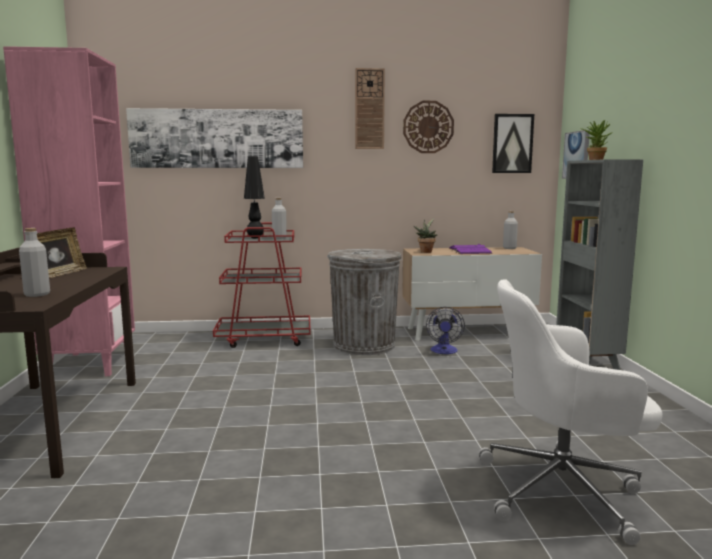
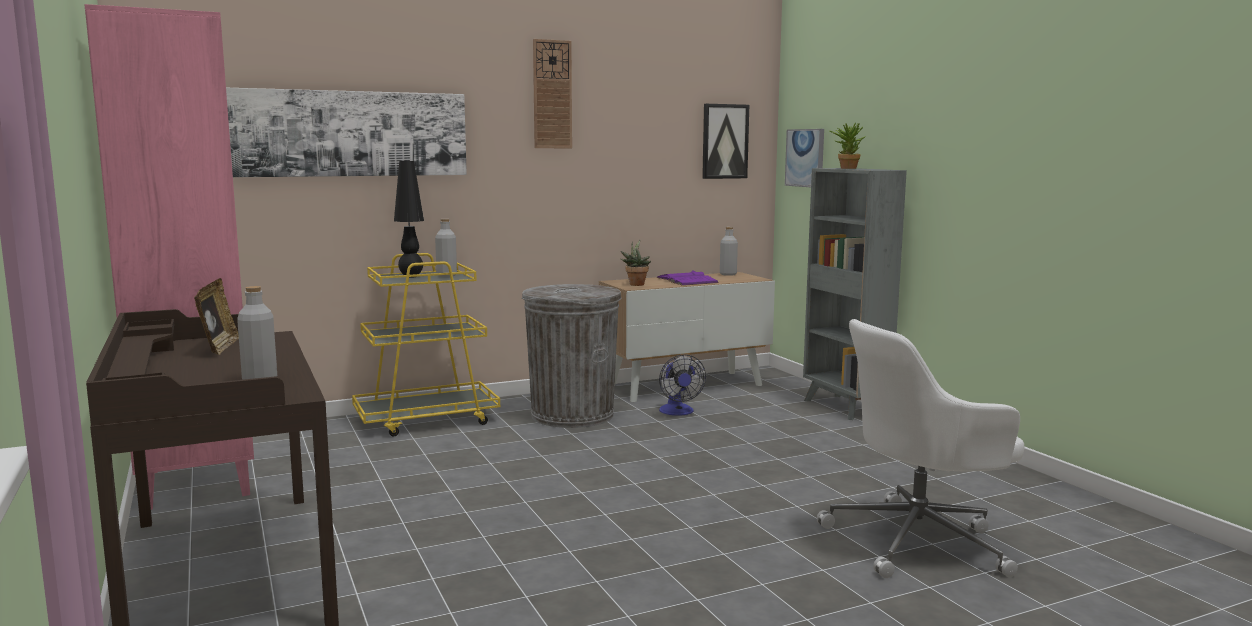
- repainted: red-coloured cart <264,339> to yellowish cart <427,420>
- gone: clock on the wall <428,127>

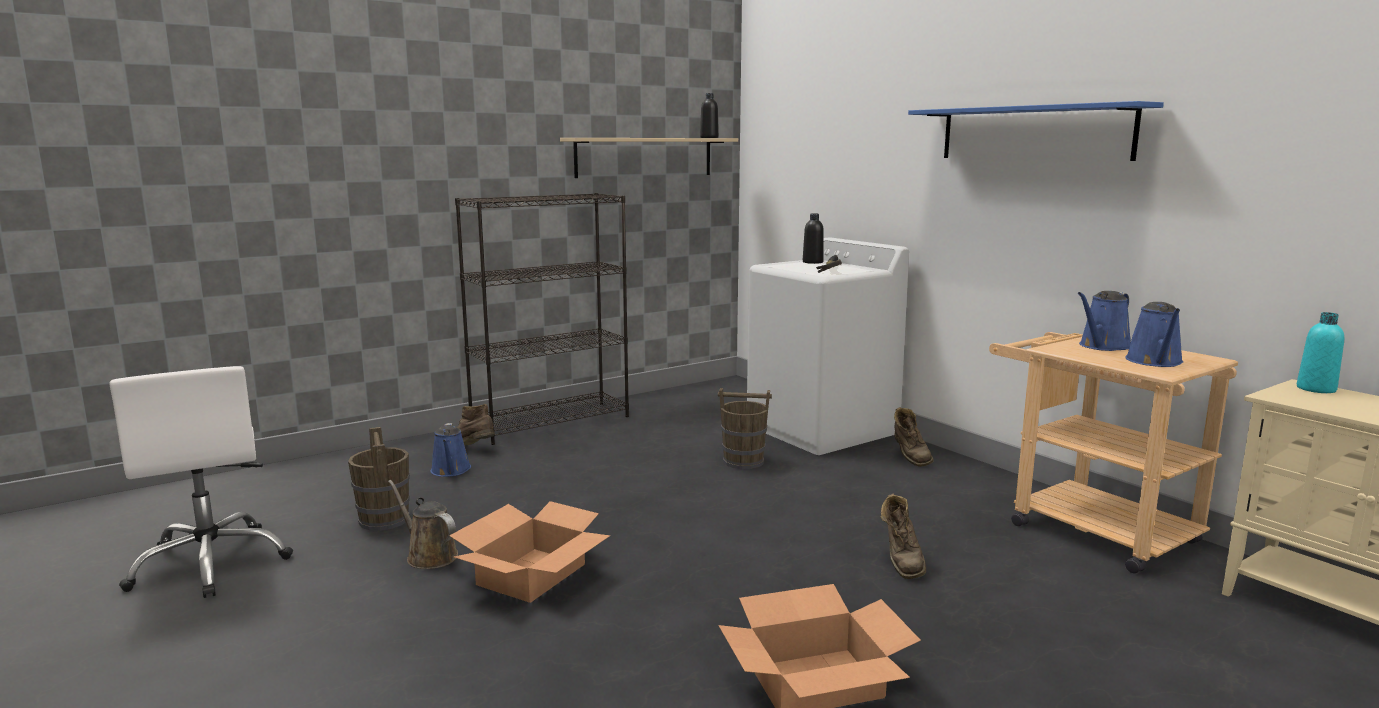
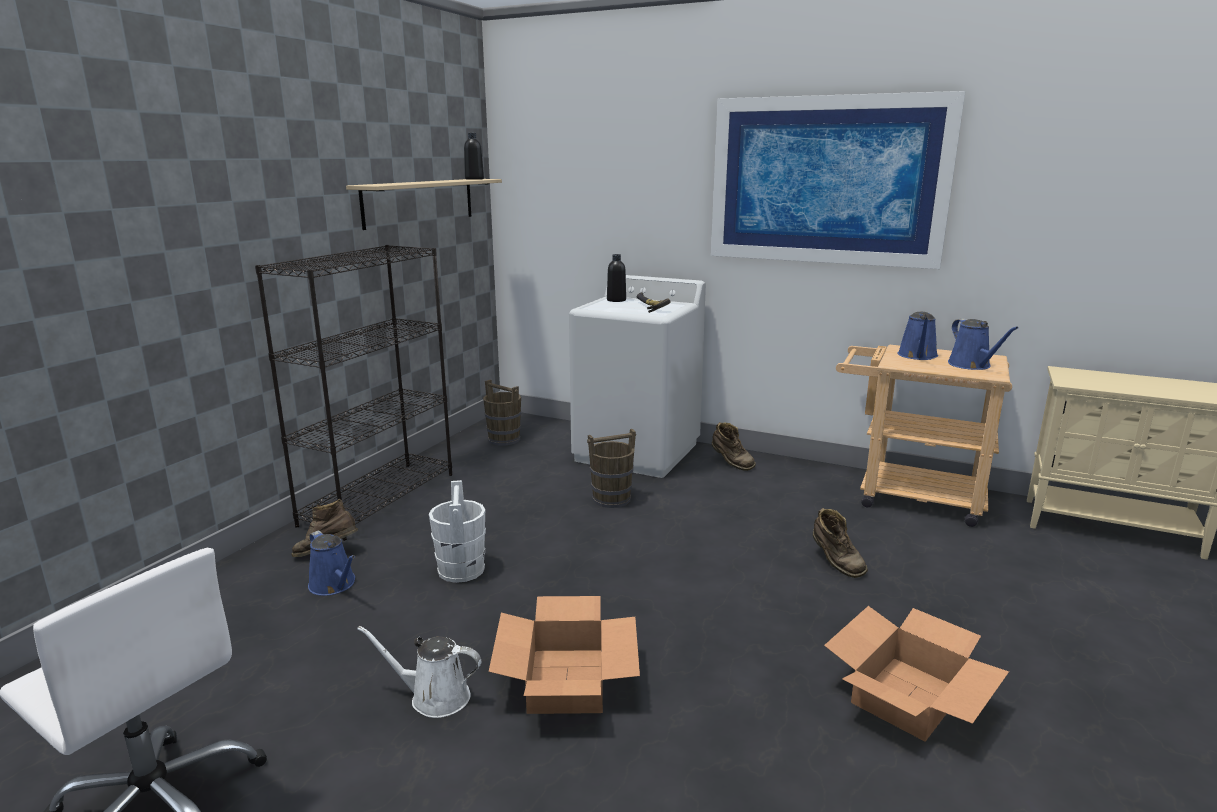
- shifted: brown-coloured bucket <384,520> to <504,439>
- repainted: brown-coloured watering pot <429,556> to white-coloured watering pot <434,697>
- swapped: blue-coloured bracket shelf <1033,133> to wall picture <827,181>
- gone: turquoise-coloured bottle <1316,389>
- new: white-coloured bucket <461,569>

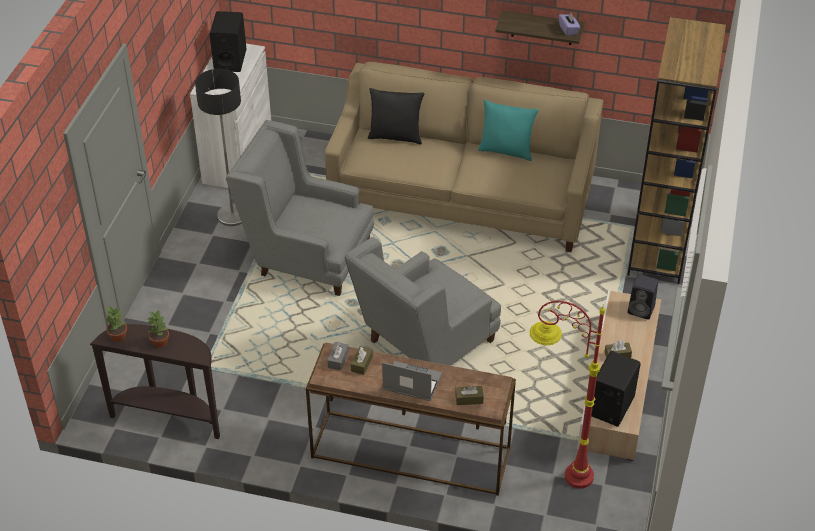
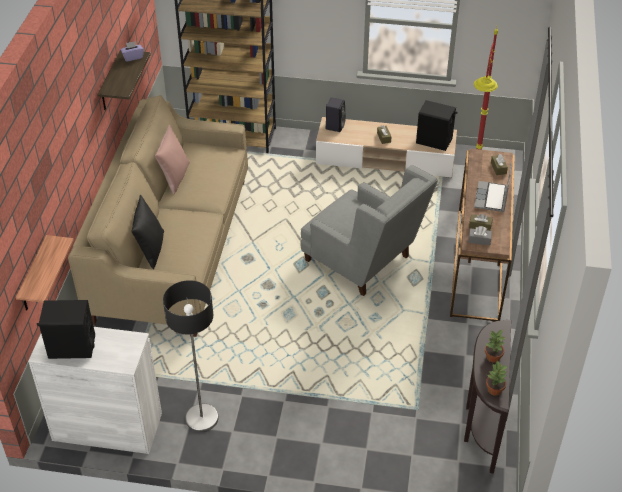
- gone: grey armchair <306,256>
- repainted: turquoise-coloured pillow <506,151> to pink pillow <174,177>
- new: bracket shelf <34,276>

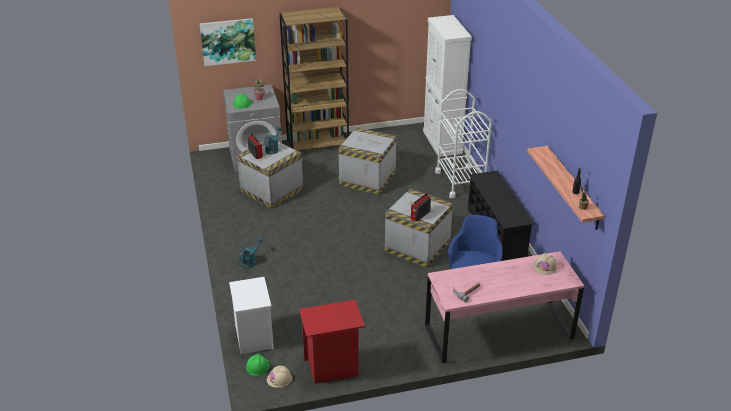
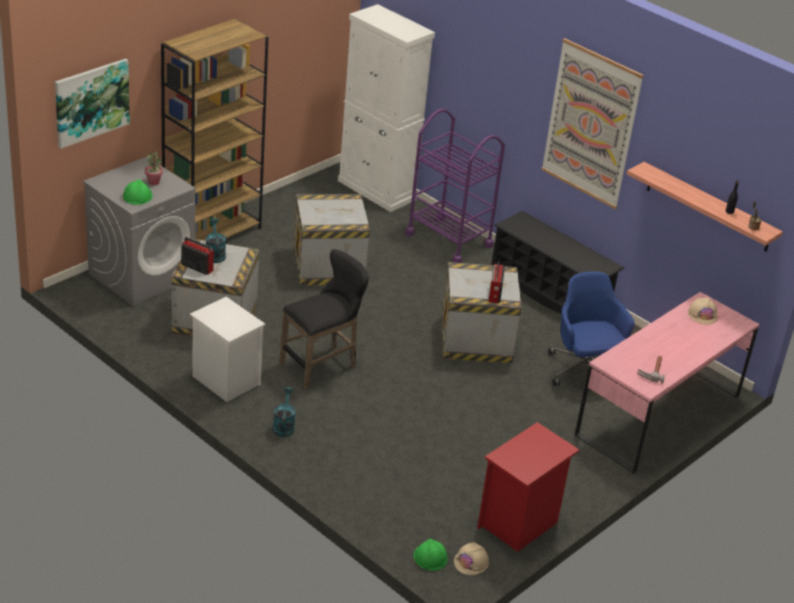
- shifted: white-coloured night table <253,337> to <224,380>
- repainted: white-coloured cart <460,182> to purple cart <449,240>
- new: black stool seat <322,365>
- new: wall picture <591,124>

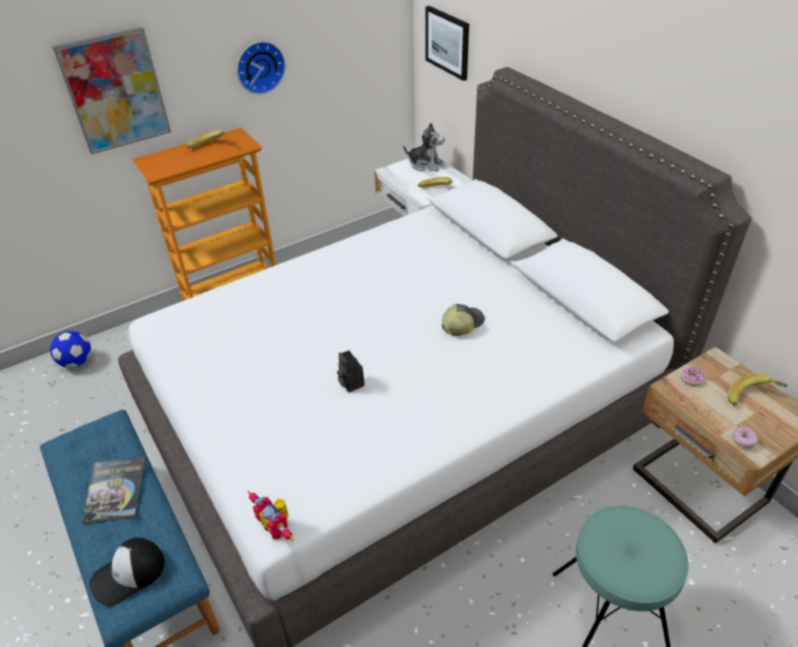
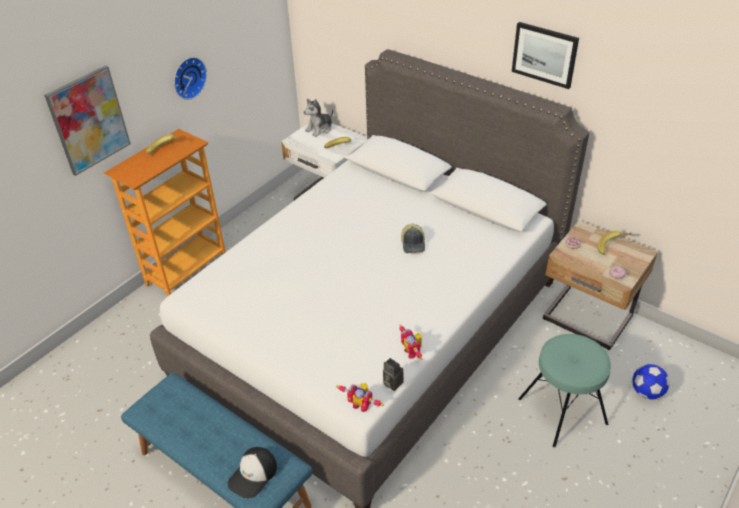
- shifted: ball for football <76,362> to <646,392>
- gone: book <114,490>
- shifted: photo camera <350,383> to <391,383>
- rotated: cuddly toy <425,165> = <320,129> 135 degrees clockwise
- shifted: wall picture <448,42> to <545,54>
- rotated: baseball cap <462,324> = <413,244> 150 degrees clockwise
- new: robot figure <412,352>

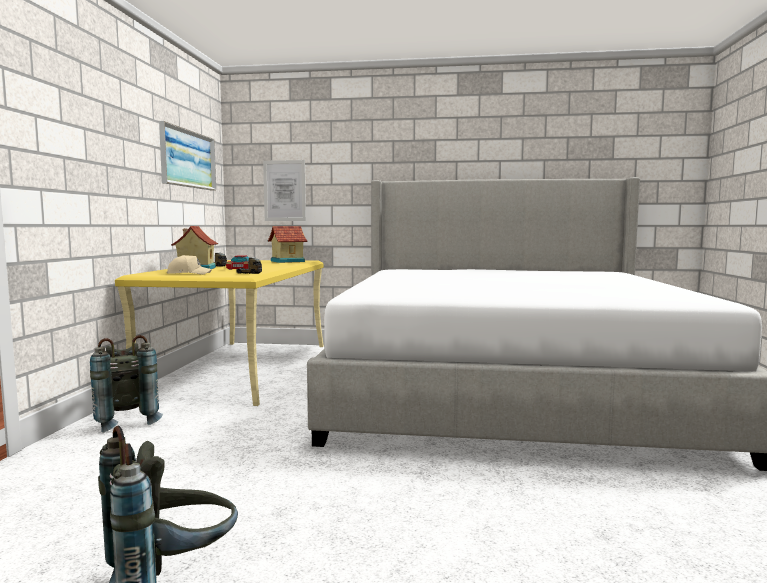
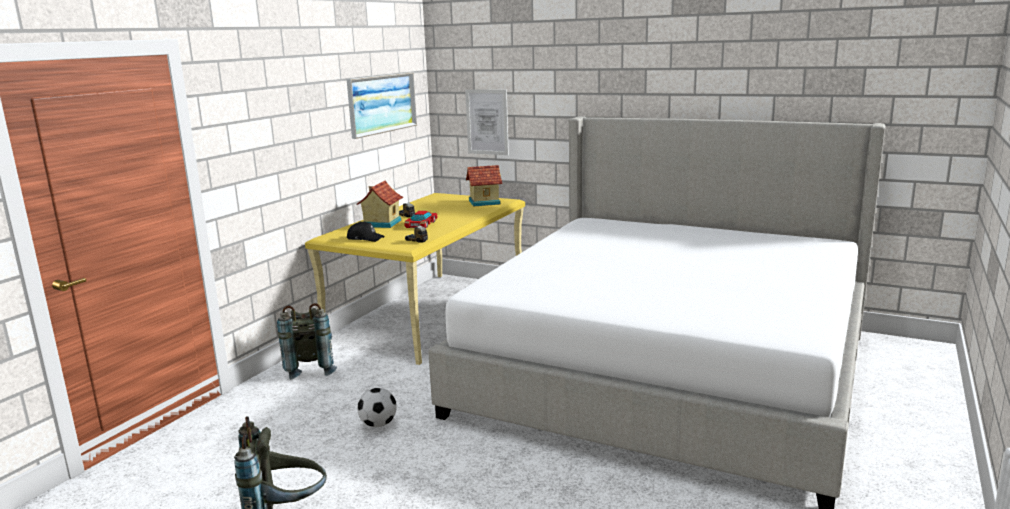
- repainted: beige-coloured baseball cap <189,273> to black baseball cap <365,238>
- new: ball for football <378,424>

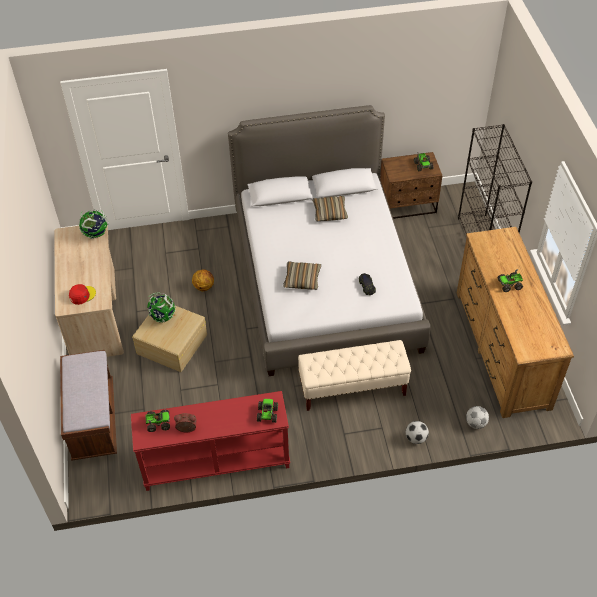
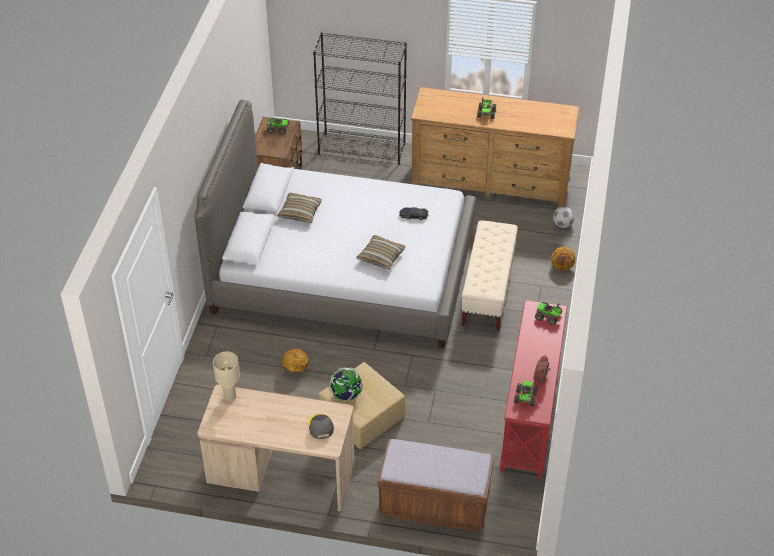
- repainted: red-coloured baseball cap <82,295> to grey baseball cap <320,427>
- swapped: globe <96,234> to beige-coloured lamp for a table <230,397>
- swapped: ball for football <416,438> to ball for basketball <562,267>

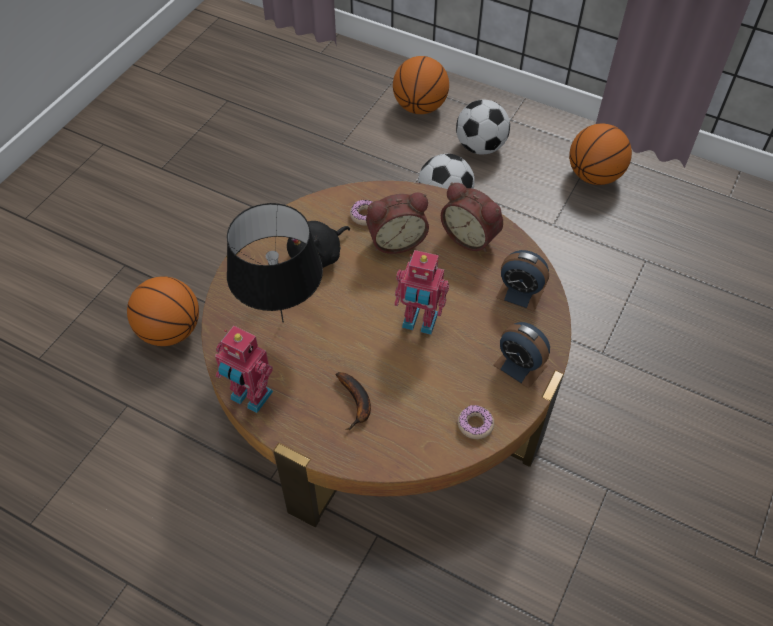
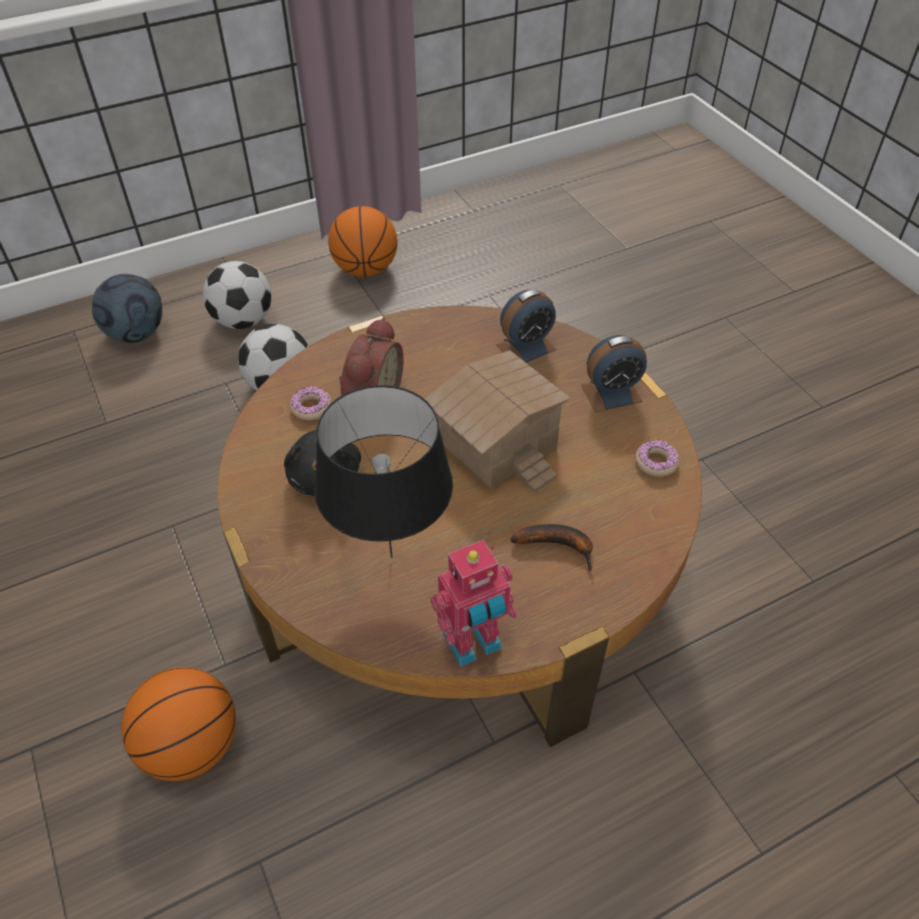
- swapped: ball for basketball <420,107> to ball for football <137,334>
- swapped: robot figure <419,322> to toy house <496,439>
- gone: table clock <471,236>

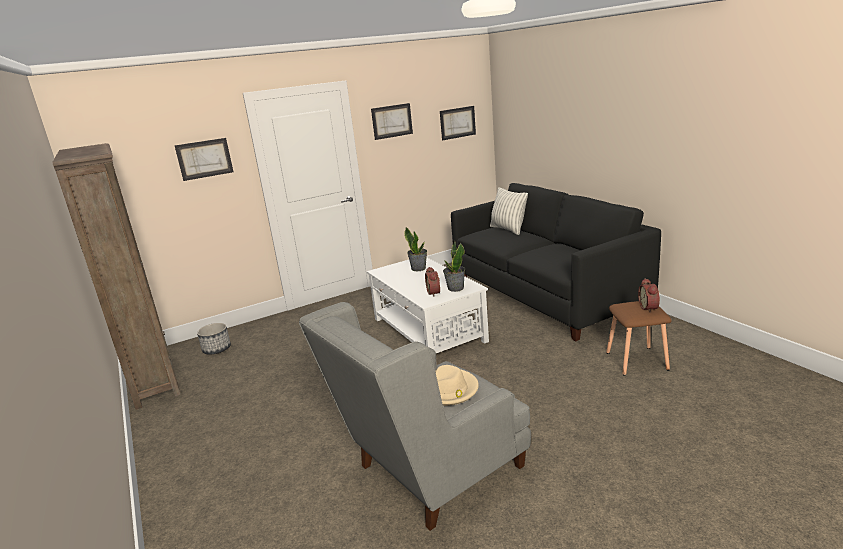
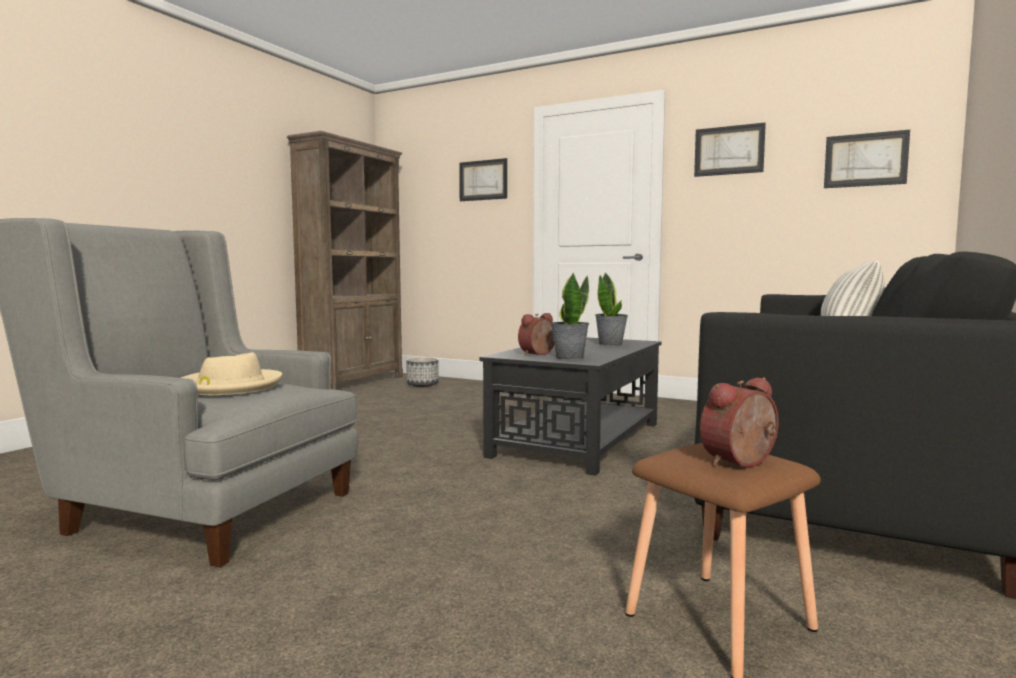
- repainted: white-coloured coffee table <428,330> to black coffee table <577,439>

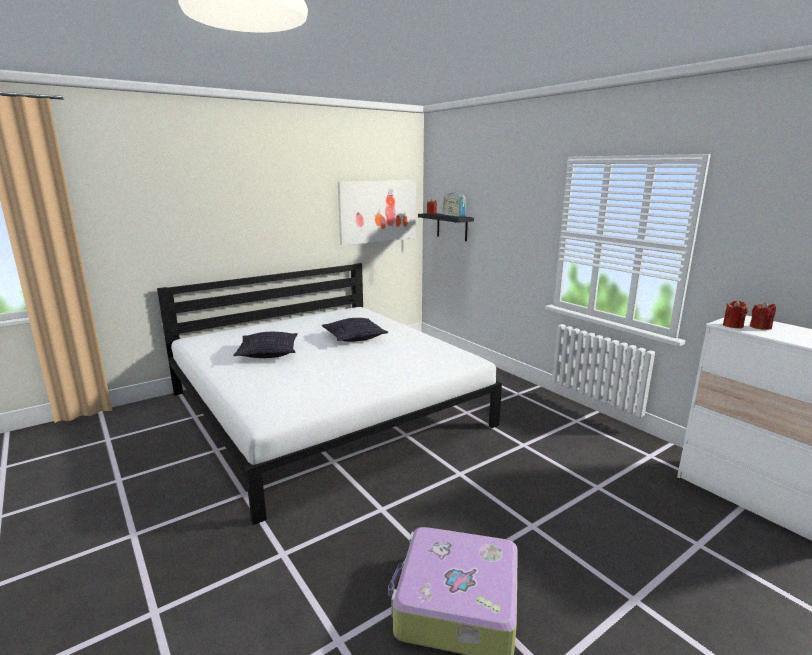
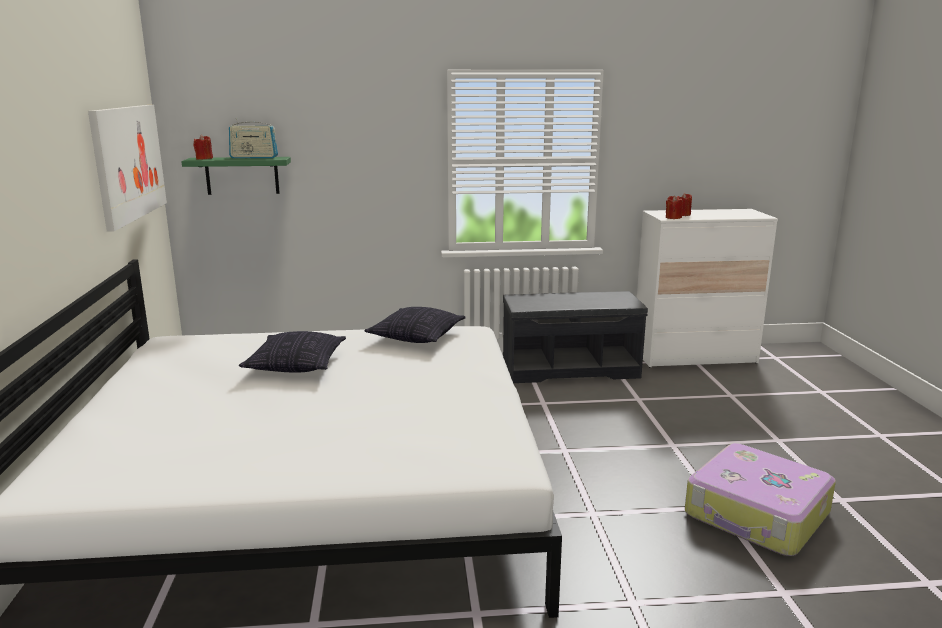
- shifted: pillow <268,353> to <417,337>
- repainted: black bracket shelf <452,227> to green bracket shelf <242,175>
- new: grey long seat <570,369>

